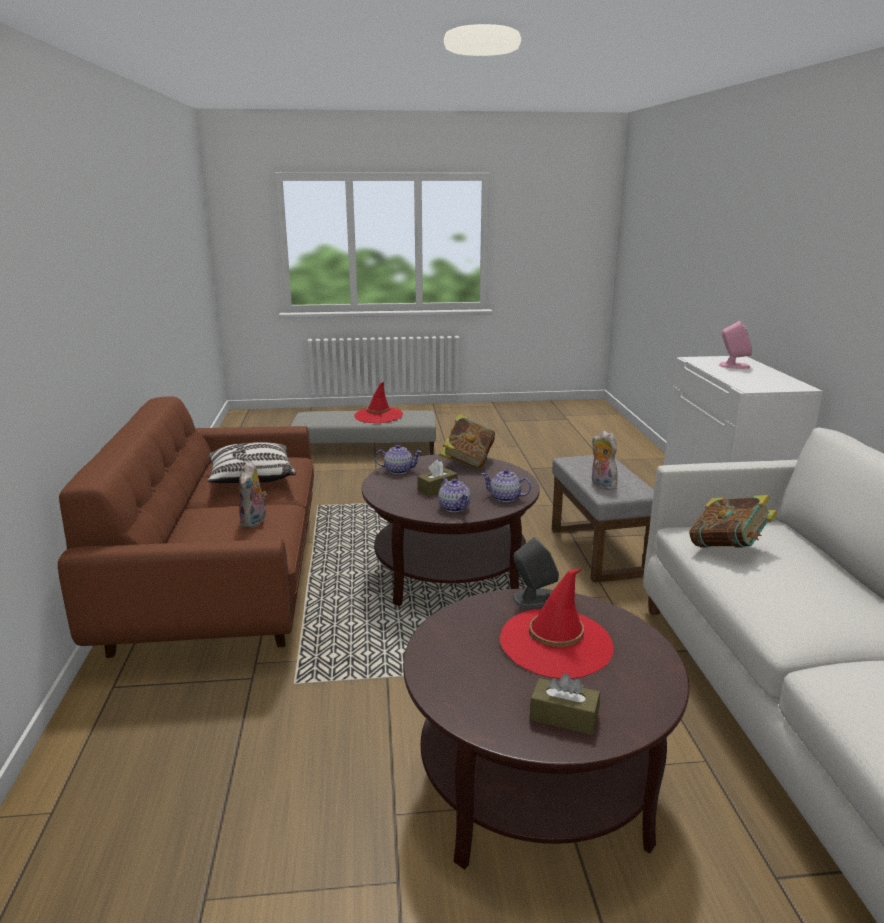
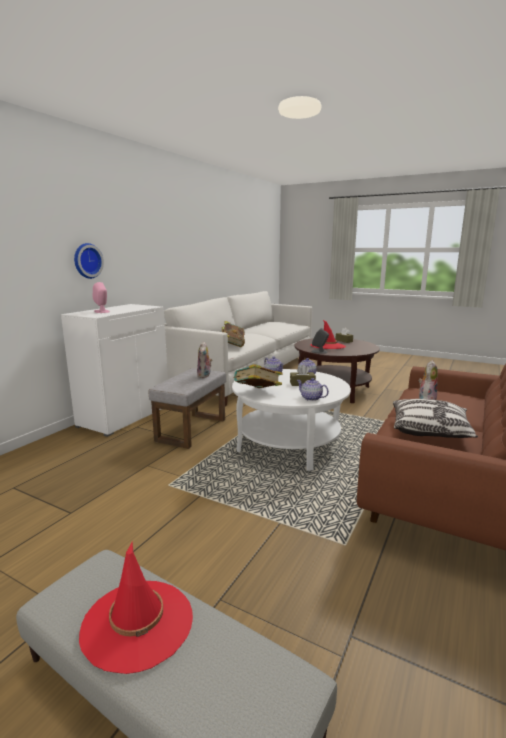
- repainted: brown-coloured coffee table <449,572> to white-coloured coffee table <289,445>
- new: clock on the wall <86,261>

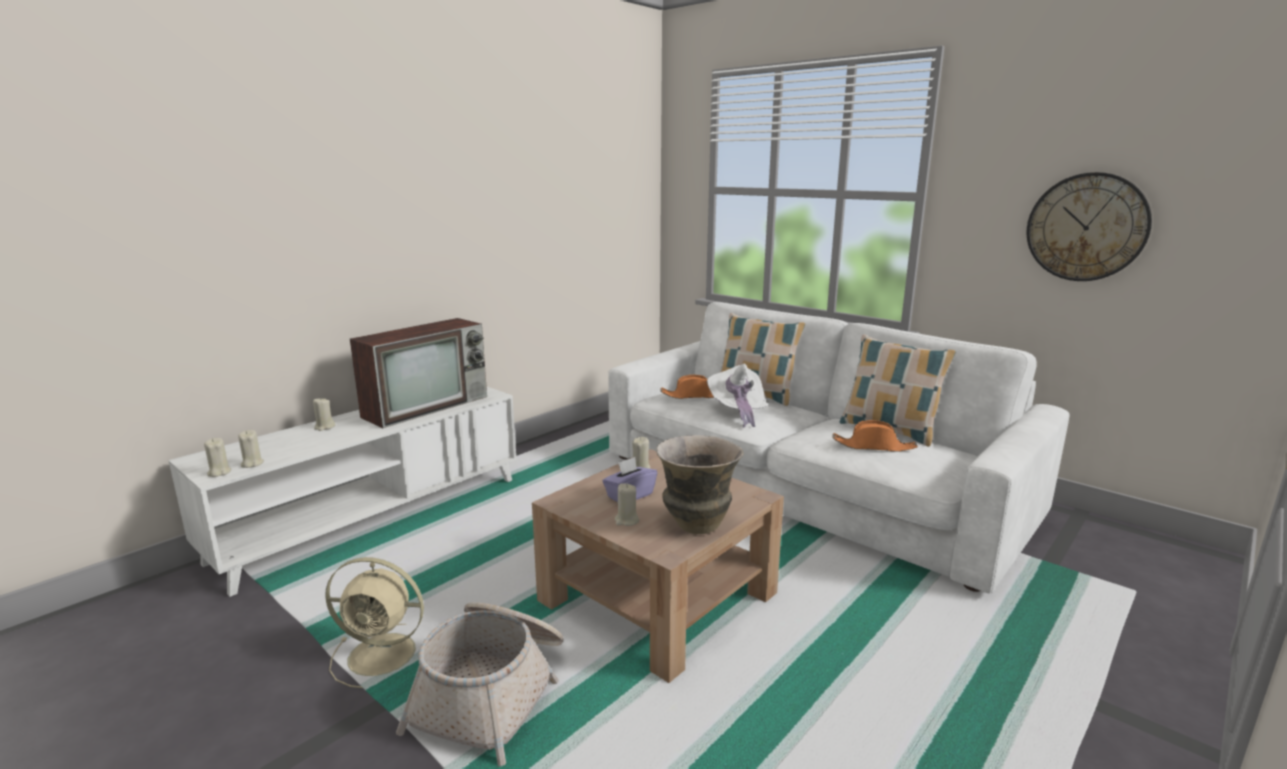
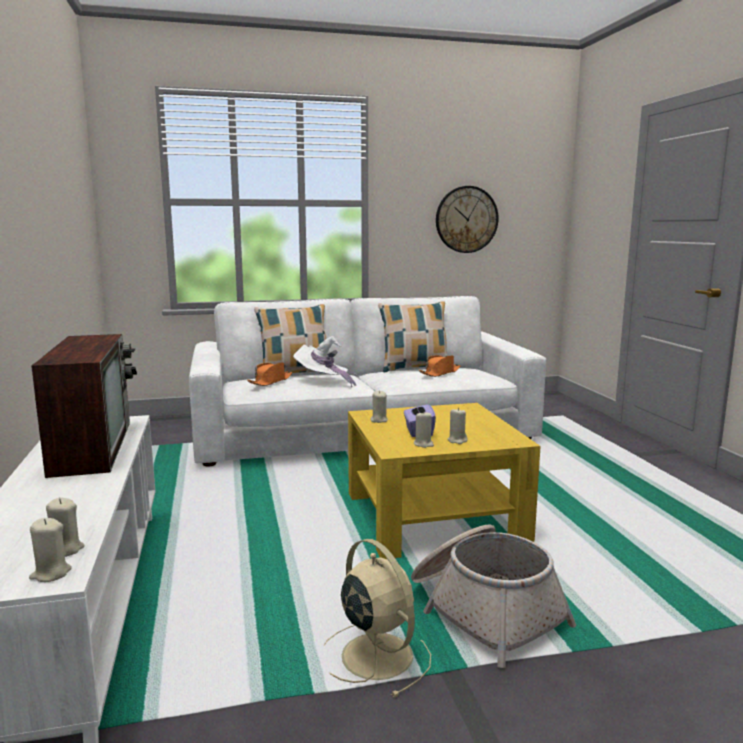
- shifted: beige-coloured wax candle <324,427> to <423,444>
- rotated: beige-coloured electric fan <385,655> = <375,654> 75 degrees counterclockwise
- repainted: brown-coloured coffee table <658,597> to yellowish coffee table <433,516>
- gone: flower vase <696,524>

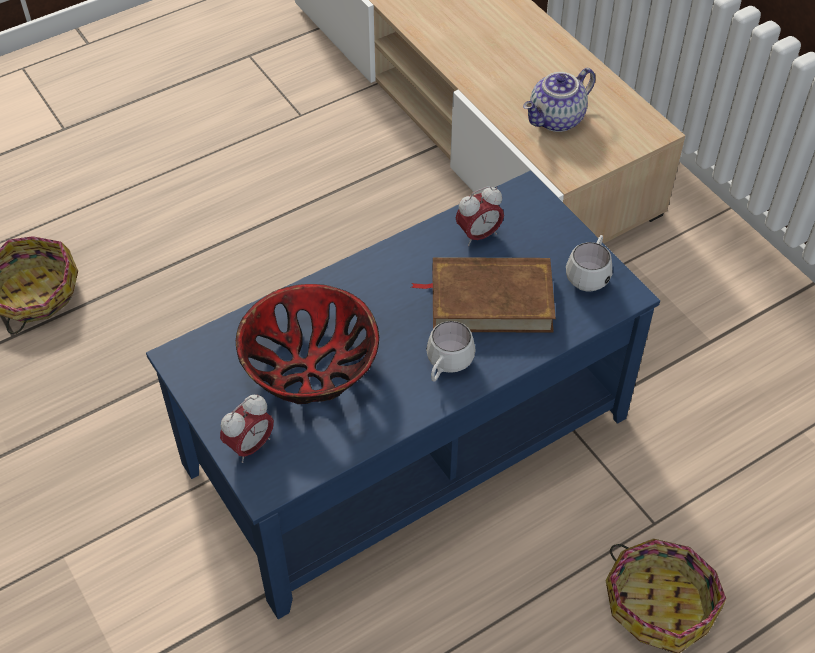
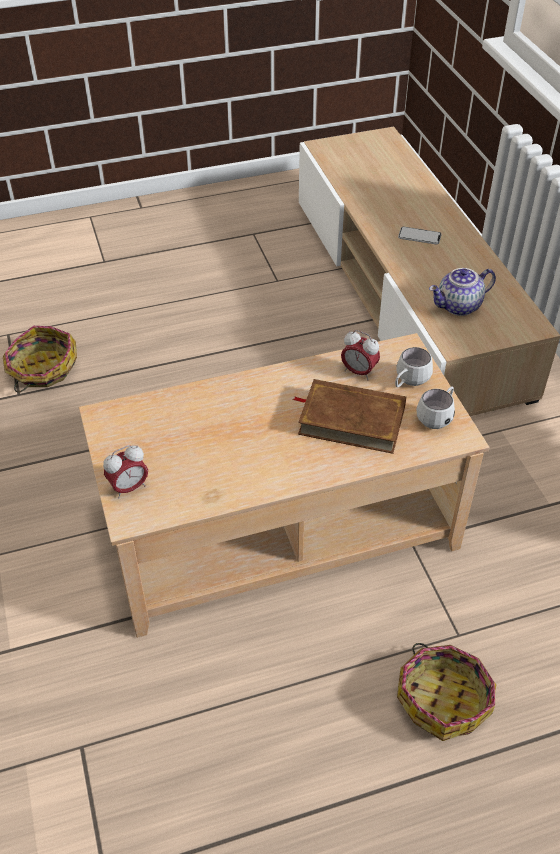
- repainted: blue-coloured coffee table <406,437> to beige-coloured coffee table <279,525>
- gone: bowl <309,364>
- shifted: white-coloured tea mug <446,367> to <409,382>
- rotated: table clock <478,235> = <358,372> 45 degrees clockwise
- new: phone <419,236>

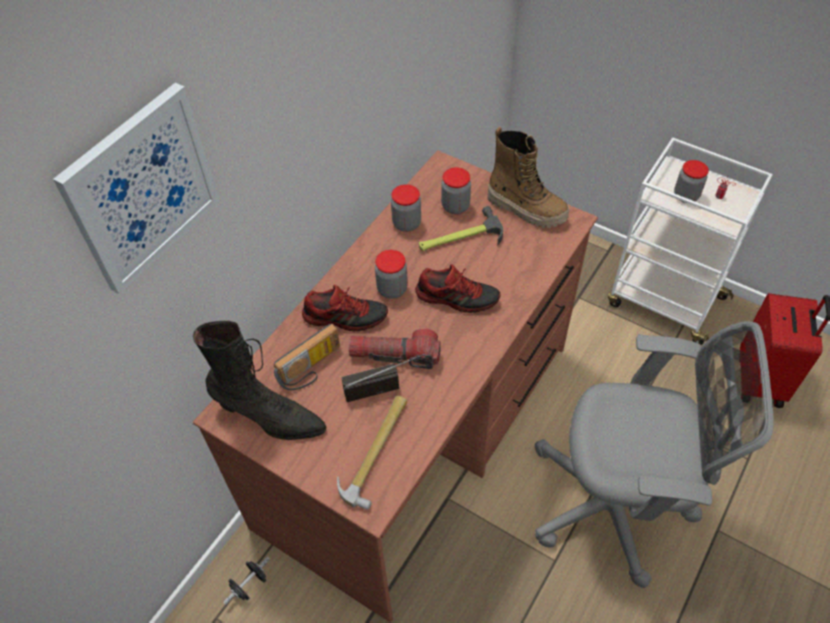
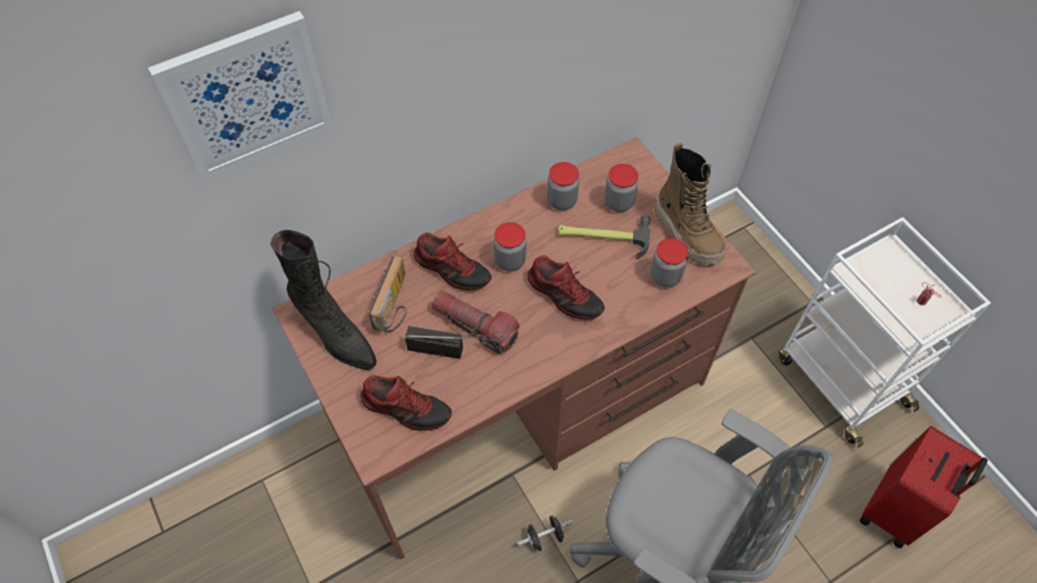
- shifted: black hand weight <250,585> to <545,537>
- rotated: radio receiver <312,369> = <395,305> 60 degrees counterclockwise
- swapped: hammer <376,451> to item of footwear <406,407>
- shifted: jar <686,196> to <665,276>

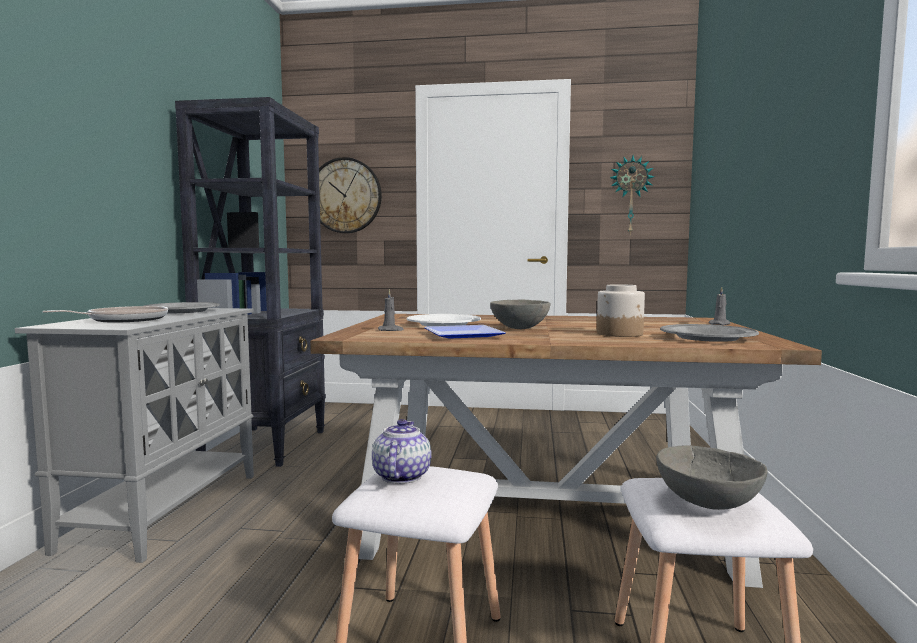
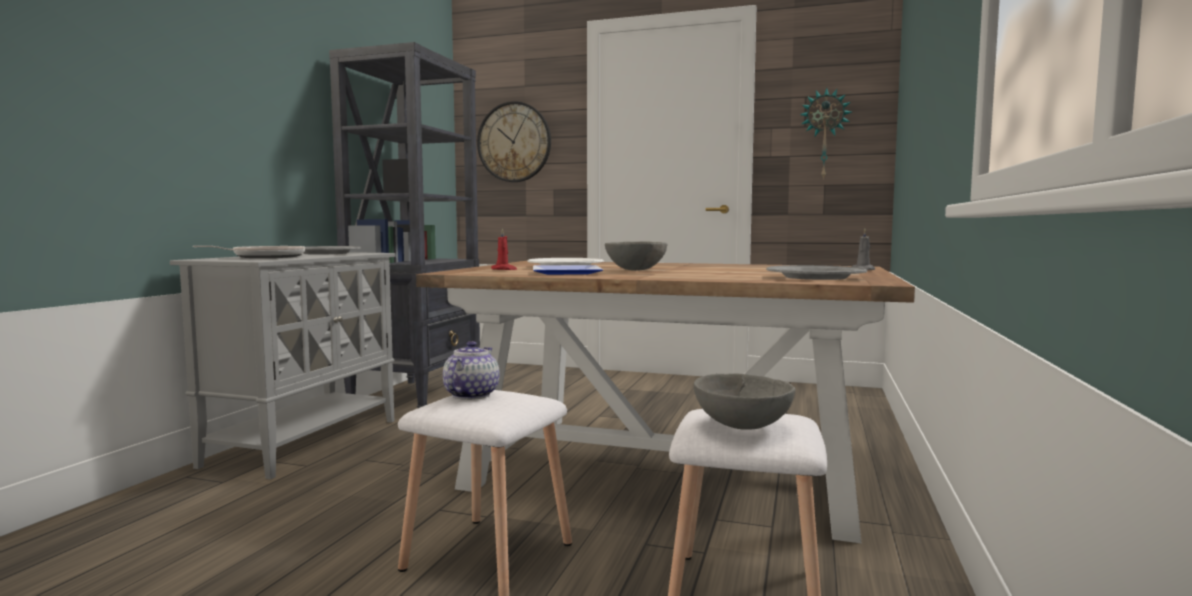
- repainted: grey wax candle <391,330> to red-coloured wax candle <504,269>
- gone: jar <620,334>

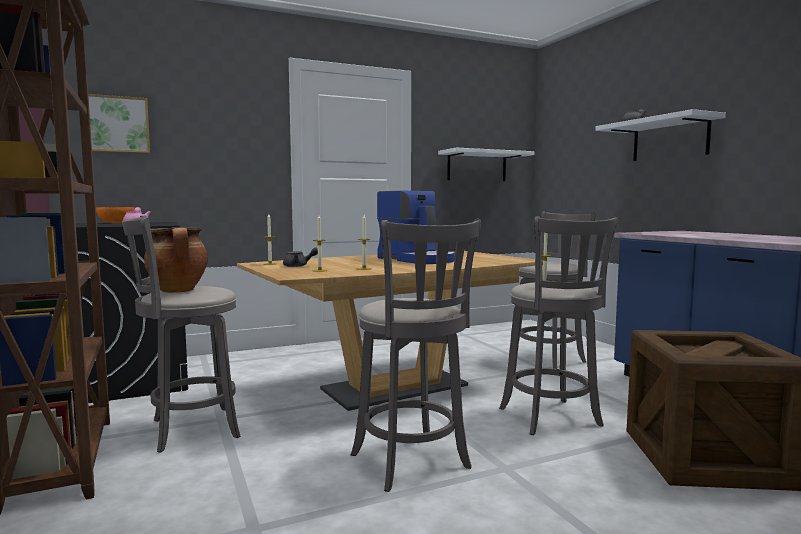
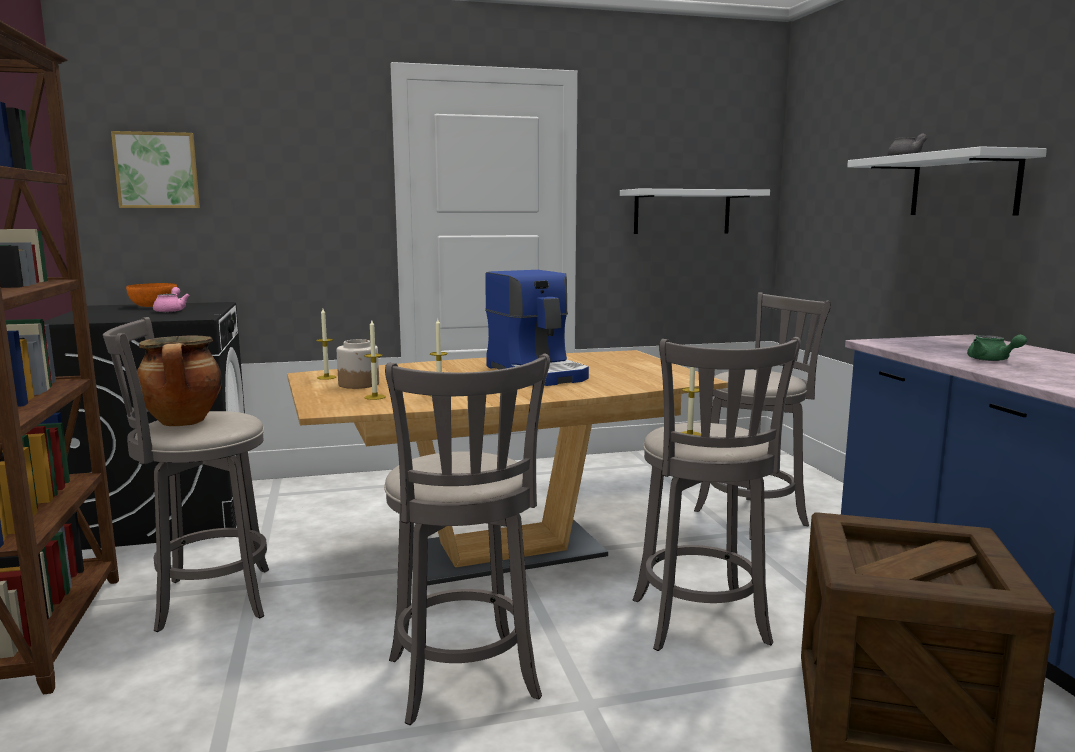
- swapped: grey pot for tea <299,266> to jar <359,384>
- new: green pot for tea <992,360>

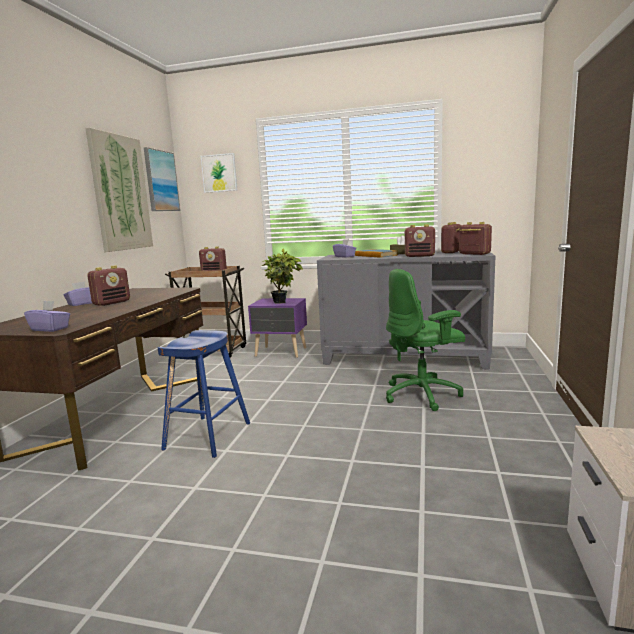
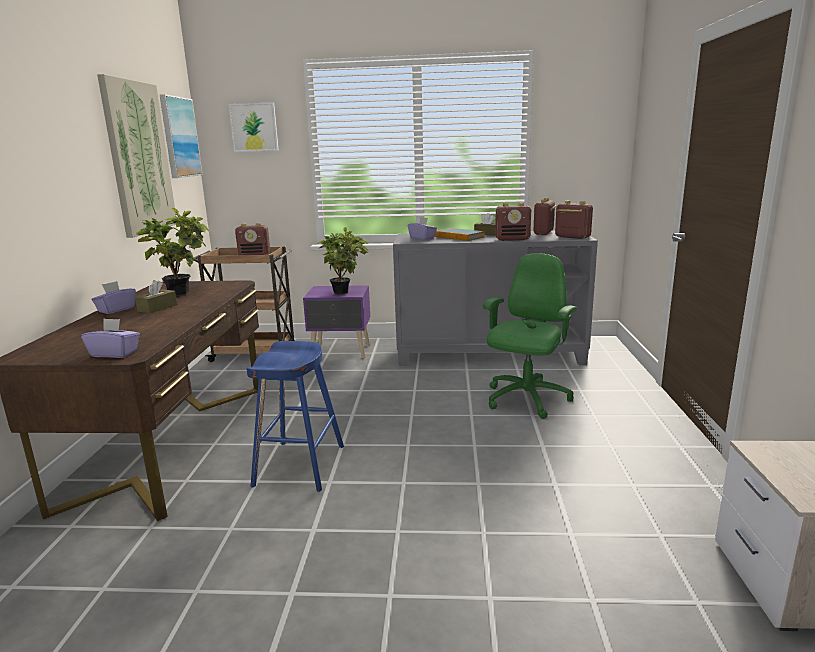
- swapped: radio receiver <112,303> to brown-coloured tissue holder <157,308>
- rotated: green computer chair <423,394> = <526,399> 150 degrees clockwise
- new: potted plant <183,292>

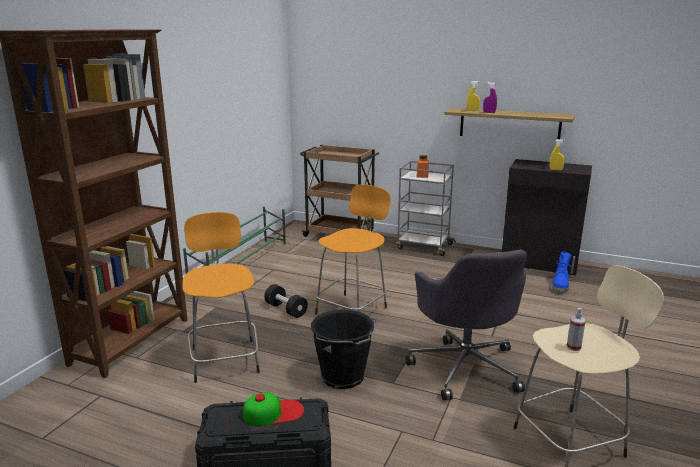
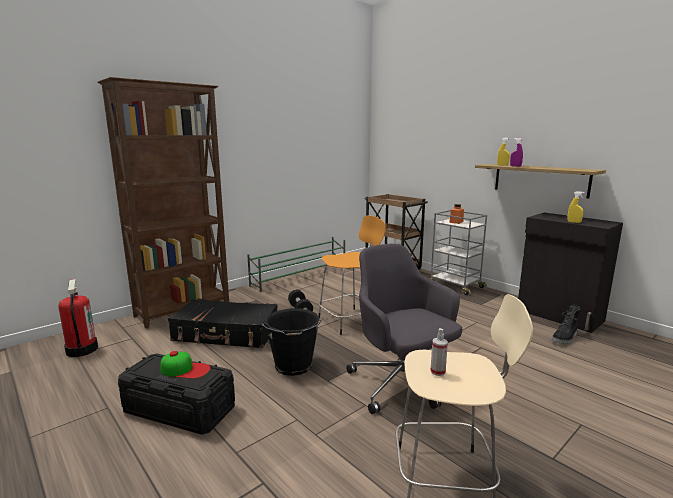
- swapped: orange-coloured stool seat <225,359> to black travel case <226,334>
- rotated: grey computer chair <465,367> = <402,384> 135 degrees clockwise
- repainted: blue-coloured high-top boot <560,286> to black high-top boot <565,339>
- new: fire-fighting cylinder <81,350>

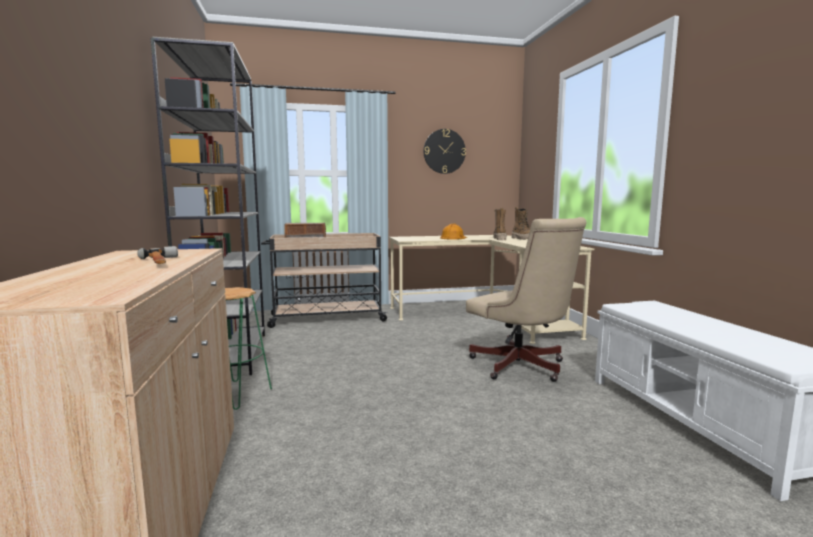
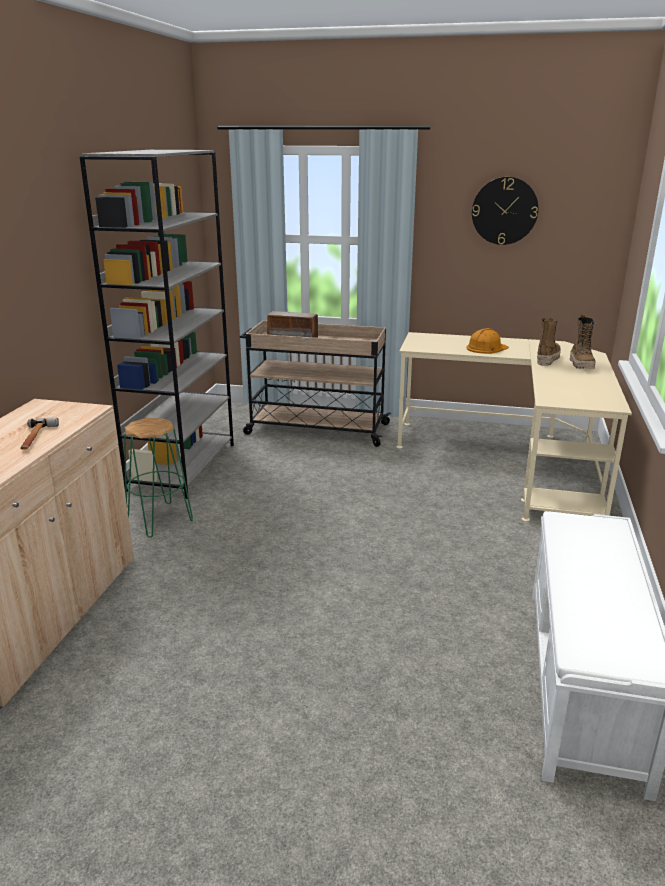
- gone: beige-coloured computer chair <522,367>

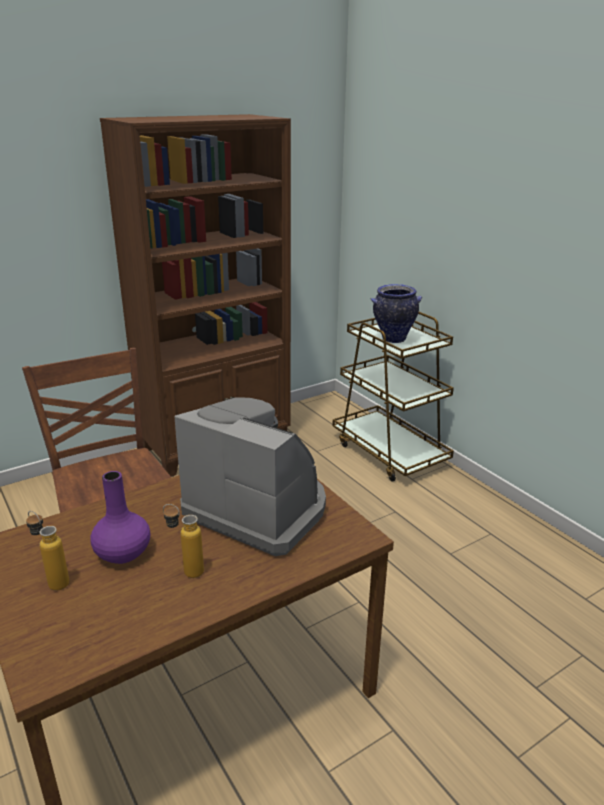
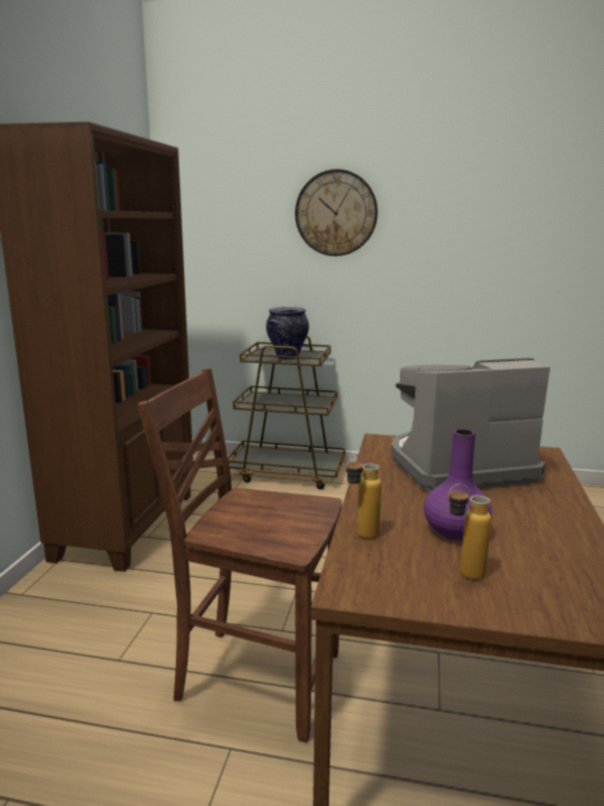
- shifted: bottle <186,571> to <360,537>
- new: clock on the wall <336,213>

